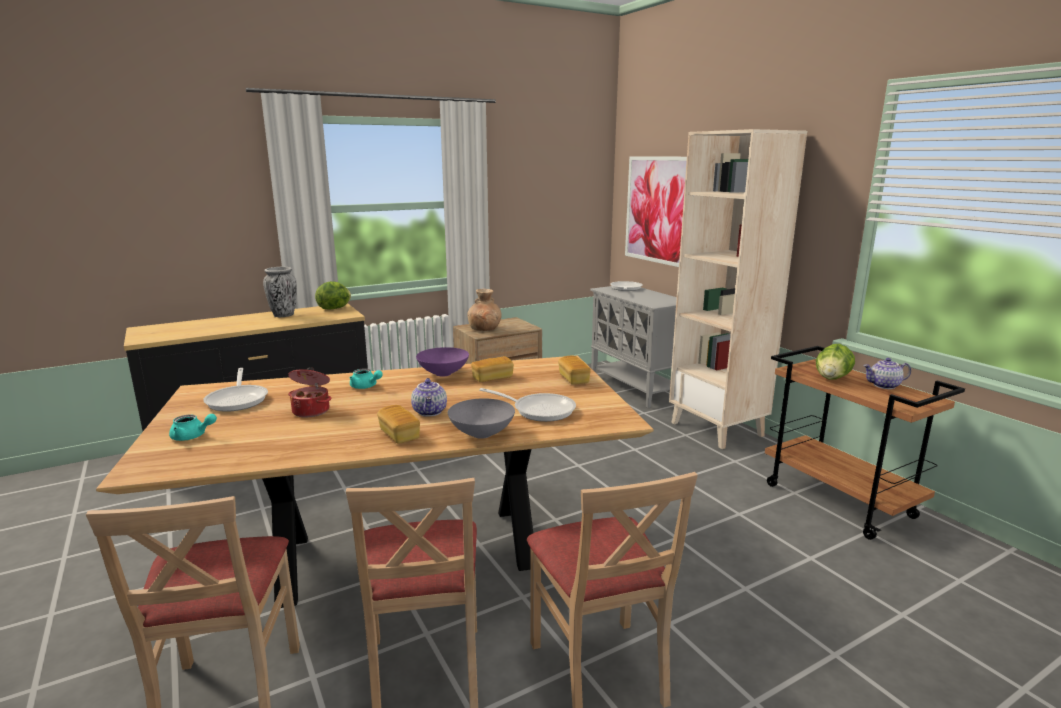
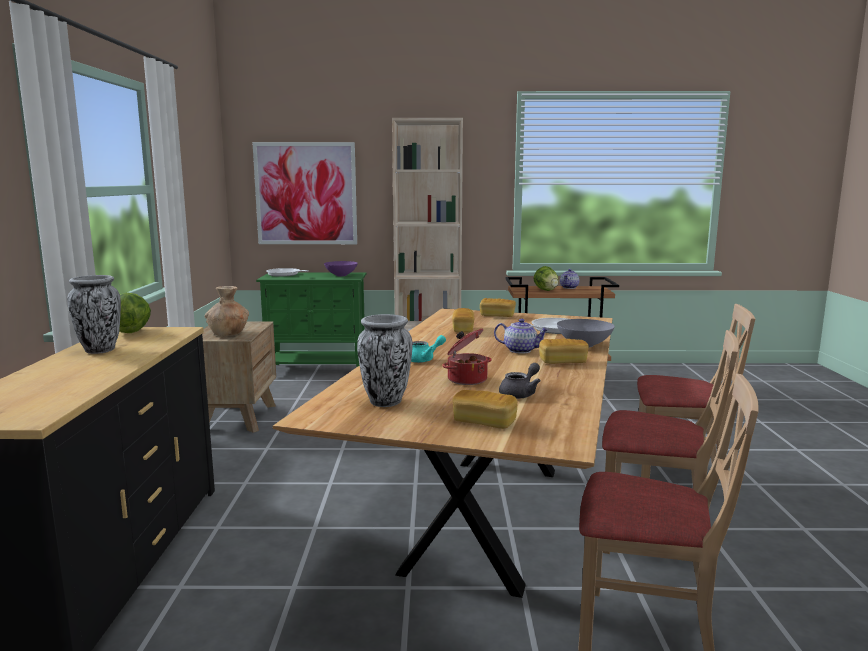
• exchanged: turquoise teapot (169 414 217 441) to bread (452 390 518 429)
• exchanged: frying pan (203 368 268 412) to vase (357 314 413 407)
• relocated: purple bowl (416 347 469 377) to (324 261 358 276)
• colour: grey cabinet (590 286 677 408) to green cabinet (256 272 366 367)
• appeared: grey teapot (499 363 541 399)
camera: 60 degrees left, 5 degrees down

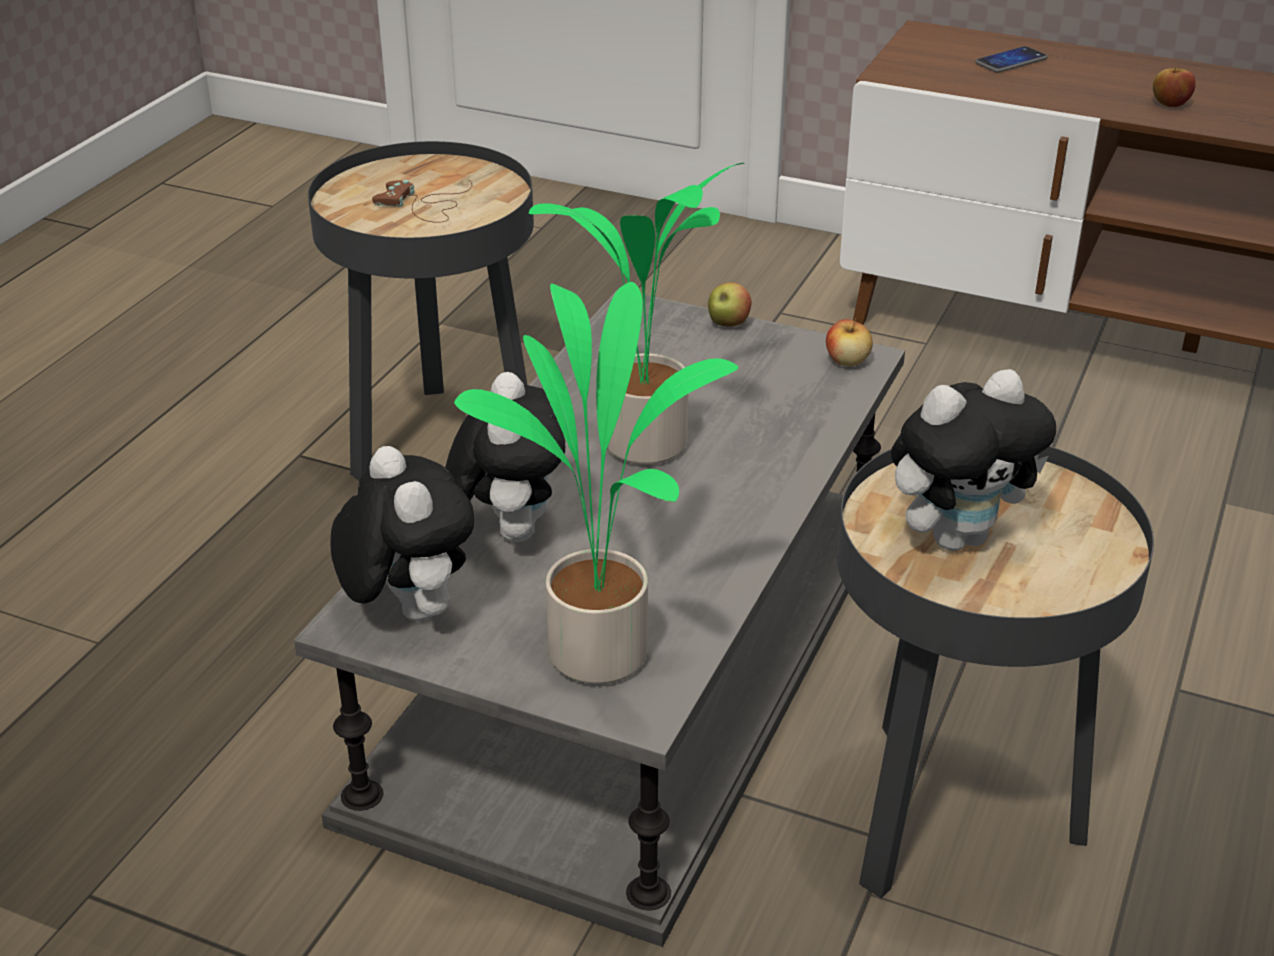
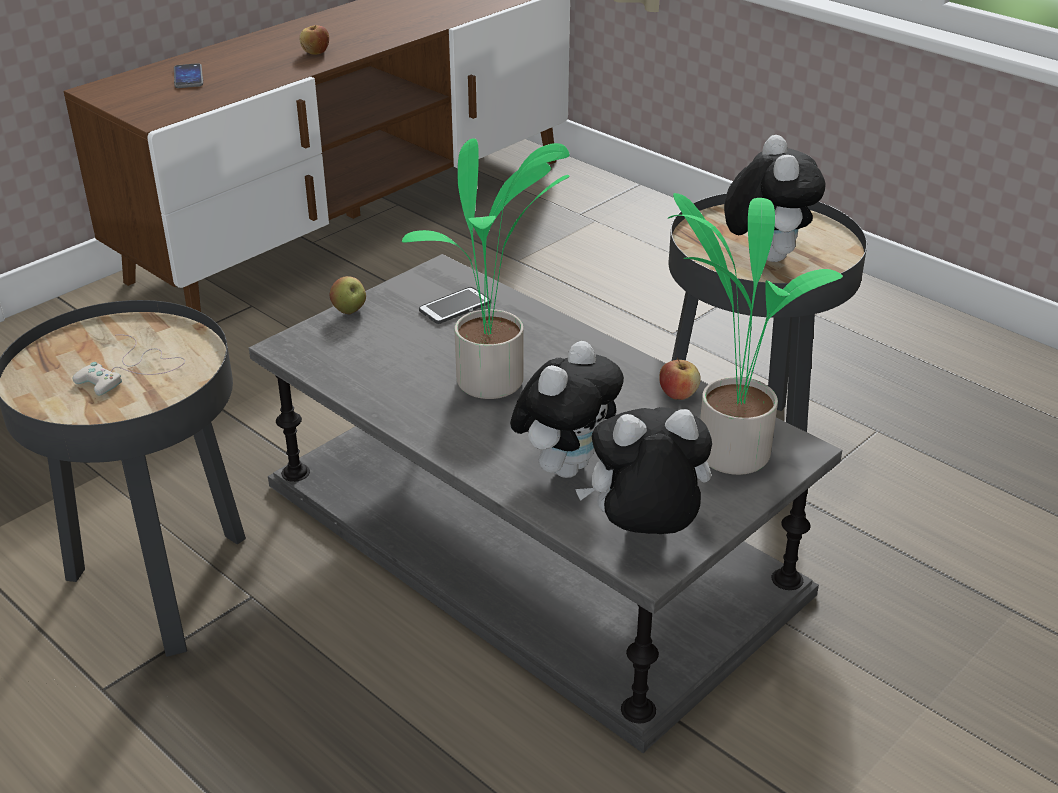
• colour: brown game controller (372 180 472 223) to white game controller (73 335 185 396)
• spun: plush toy (445 372 565 542) = (510 341 624 478) 105 degrees clockwise
• relocated: apple (826 318 873 366) to (659 357 701 400)
• appeared: phone (419 287 491 324)
camera: 70 degrees left, 0 degrees up

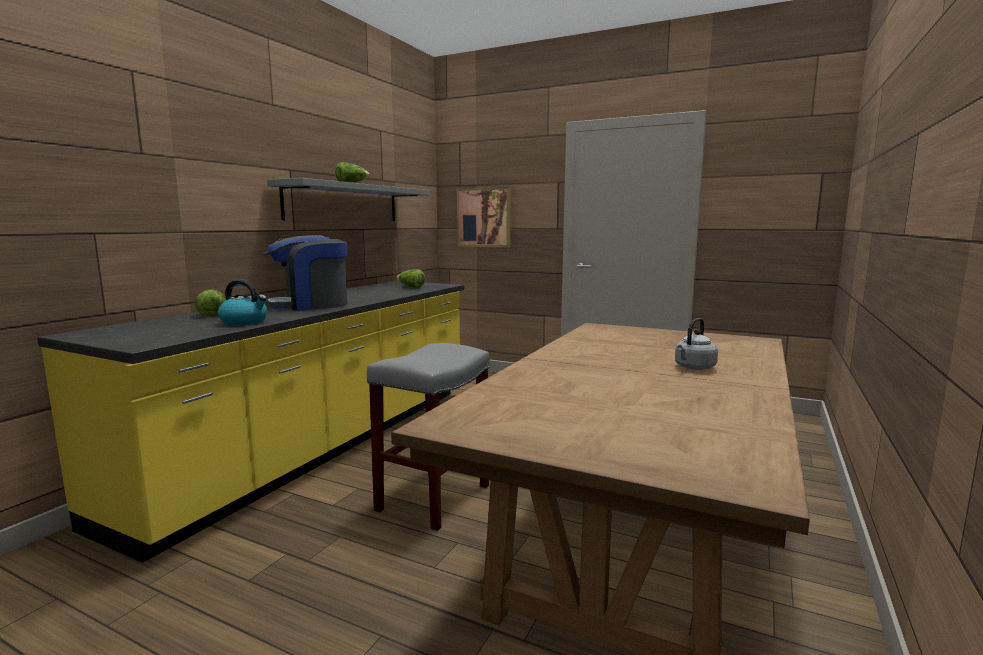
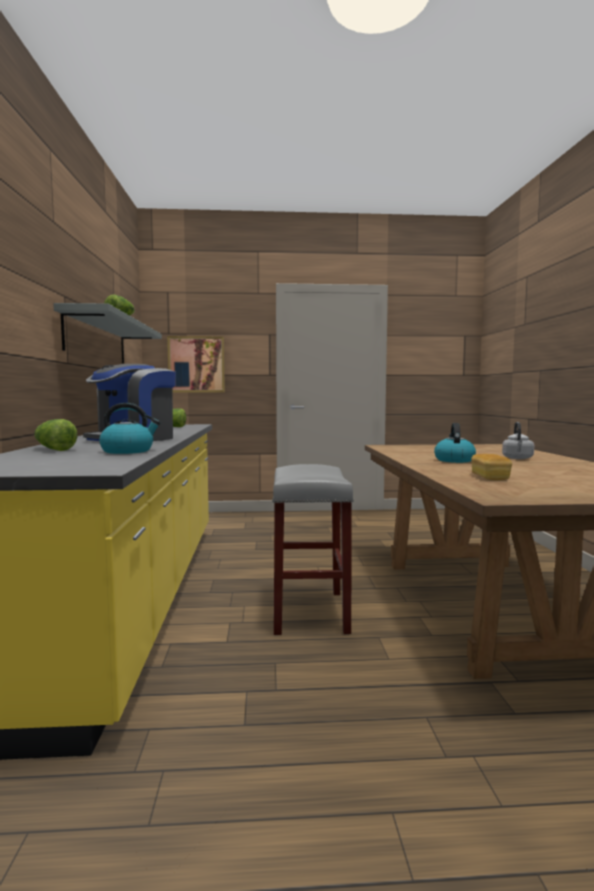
• appeared: kettle (434 423 476 463)
• appeared: bread (471 454 512 480)
camera: 30 degrees left, 5 degrees down

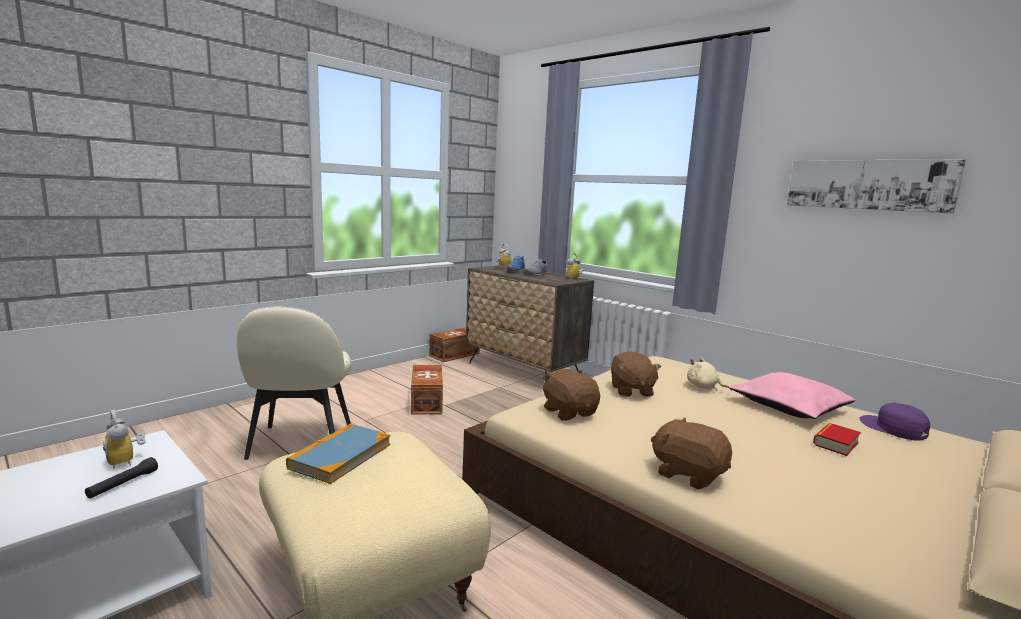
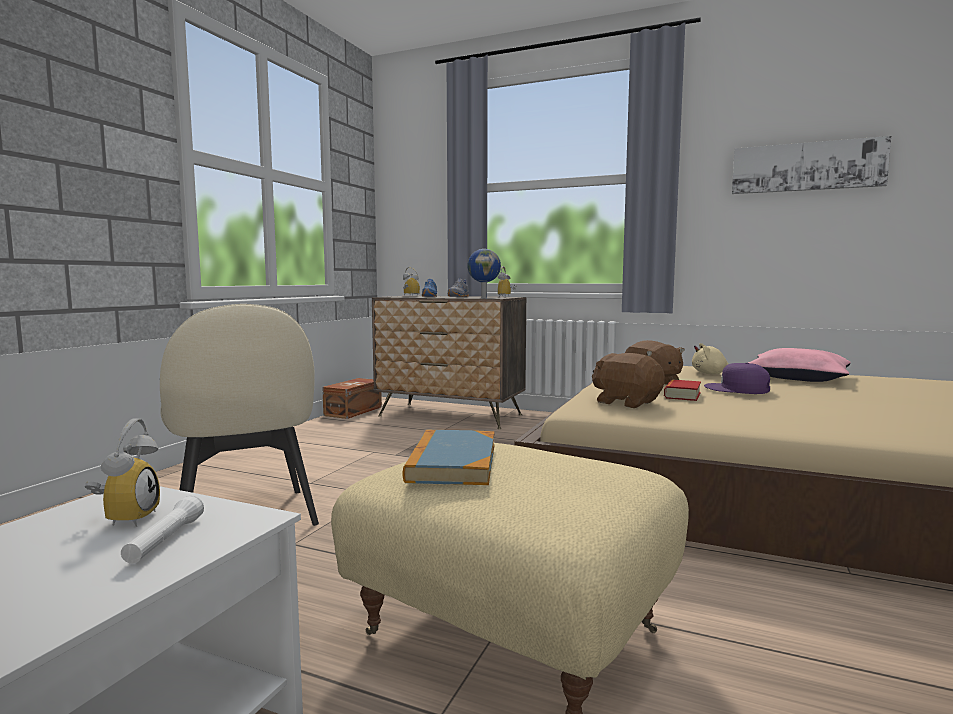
• colour: black flashlight (85 457 158 499) to white flashlight (121 495 204 564)
• spun: alarm clock (103 410 146 469) = (85 418 160 527) 120 degrees counterclockwise
• missing: brown storage box (411 365 443 415)
• missing: brown plush toy (651 417 732 490)
• relocated: book (813 423 861 456) to (664 380 701 401)
• relocated: purple cap (859 403 930 441) to (704 363 770 394)
• appeared: globe (467 249 501 298)
camera: 20 degrees left, 5 degrees down

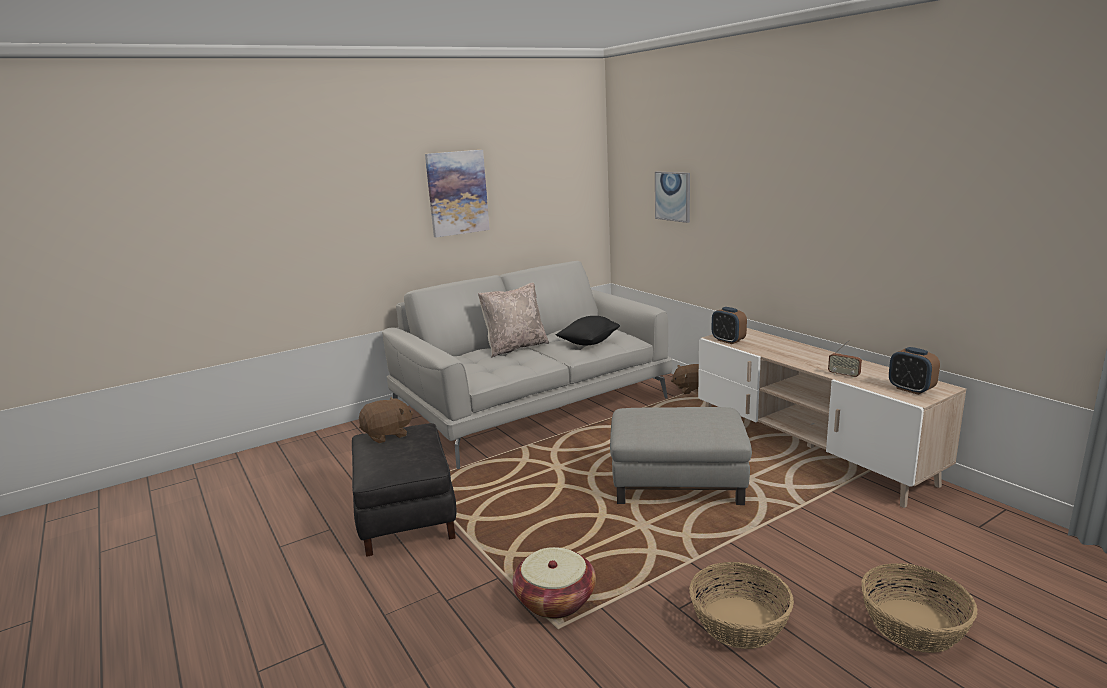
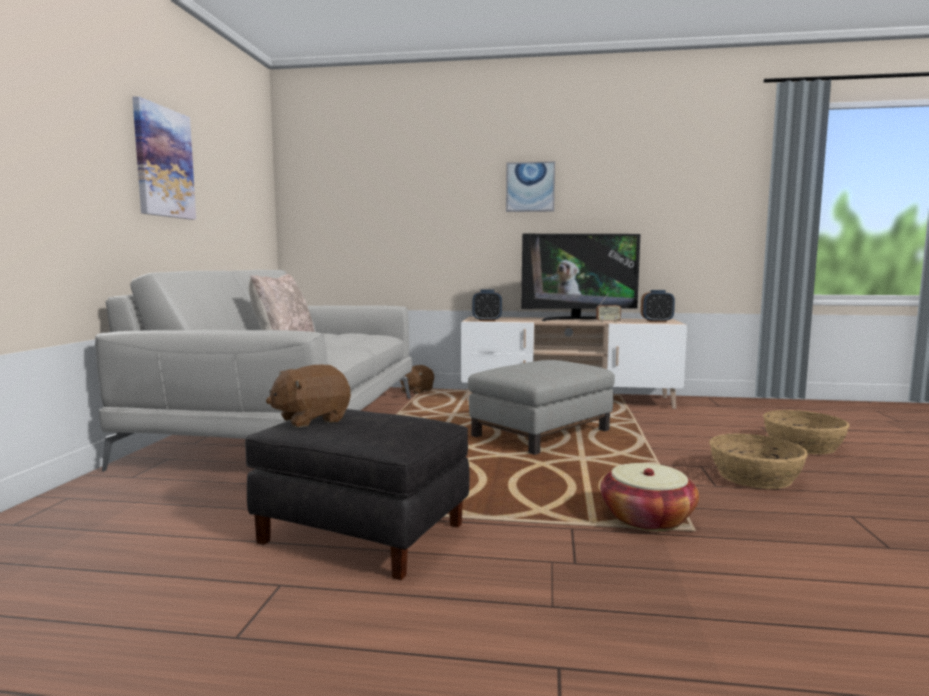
• spun: brown plush toy (359 397 413 443) = (266 365 351 428) 135 degrees counterclockwise
• missing: black pillow (556 316 620 345)
• relocated: picture (655 171 690 223) to (506 161 555 212)
• appeared: television (521 234 640 321)
camera: 50 degrees left, 10 degrees down

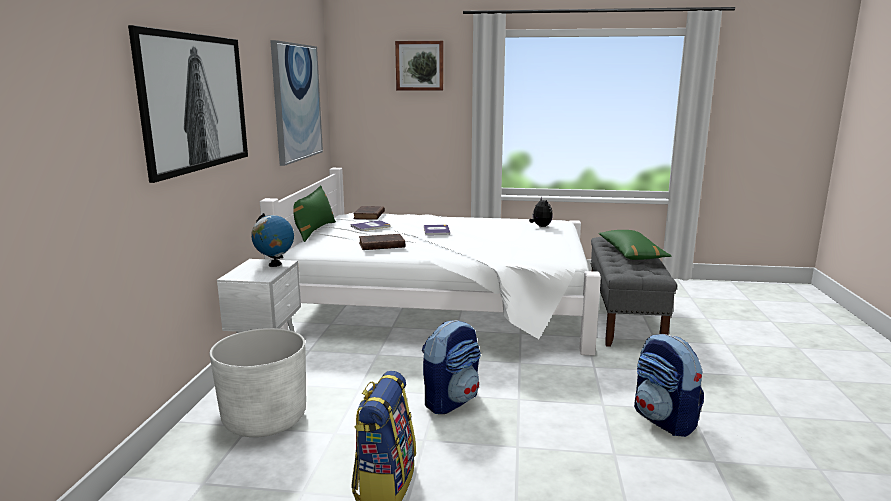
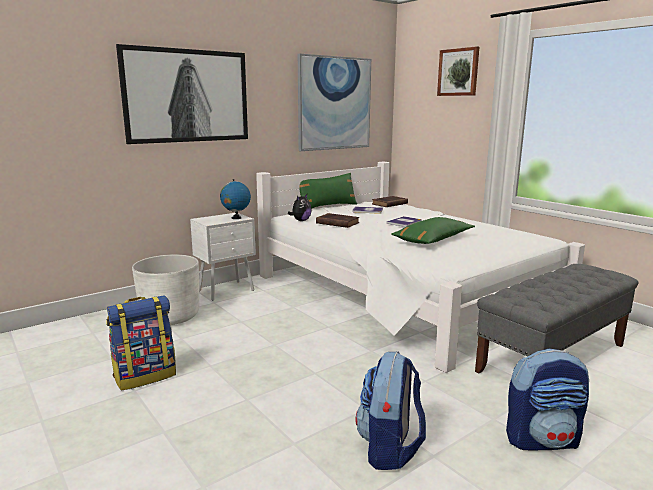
• relocated: backpack (422 320 481 414) to (506 348 589 450)
• relocated: plush toy (529 197 553 227) to (288 194 312 221)
• relocated: green pillow (599 230 672 260) to (391 217 475 244)
camera: 45 degrees right, 0 degrees up

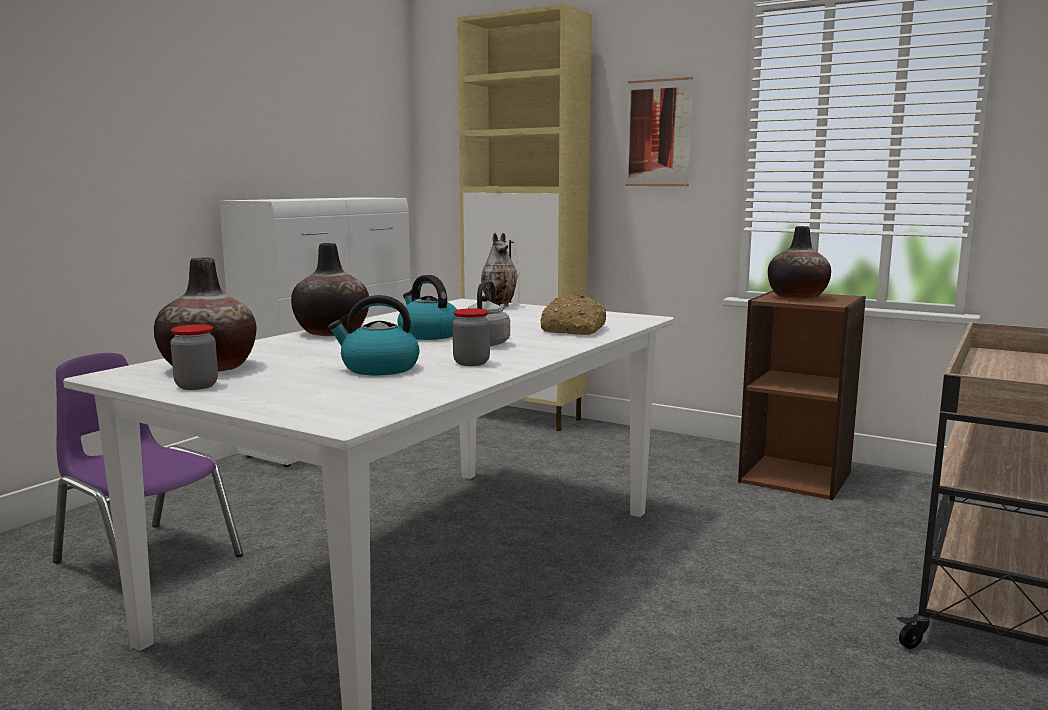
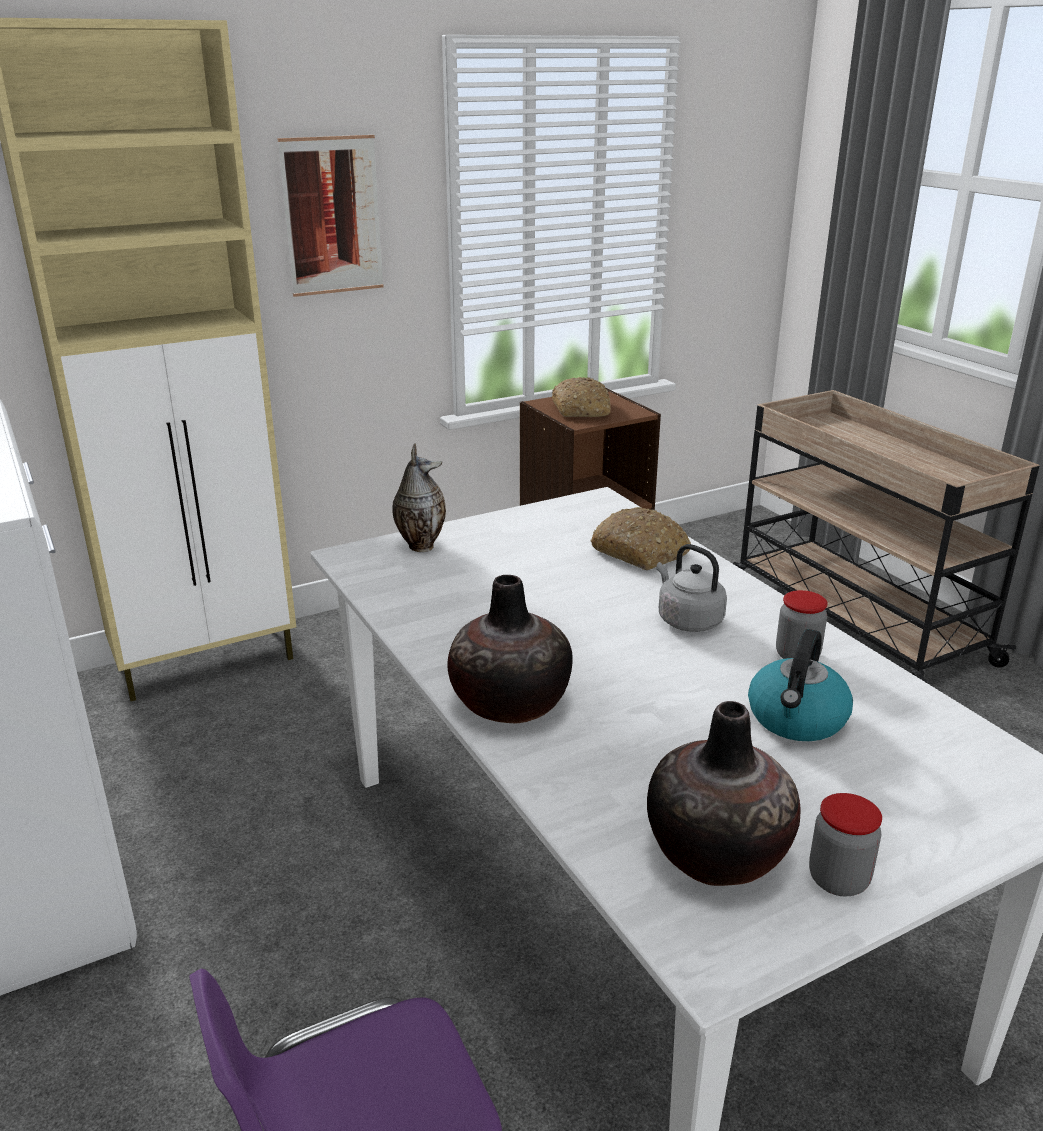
• missing: kettle (397 275 457 340)
• exchanged: vase (768 226 831 299) to bread (552 377 611 417)
camera: 60 degrees left, 15 degrees up

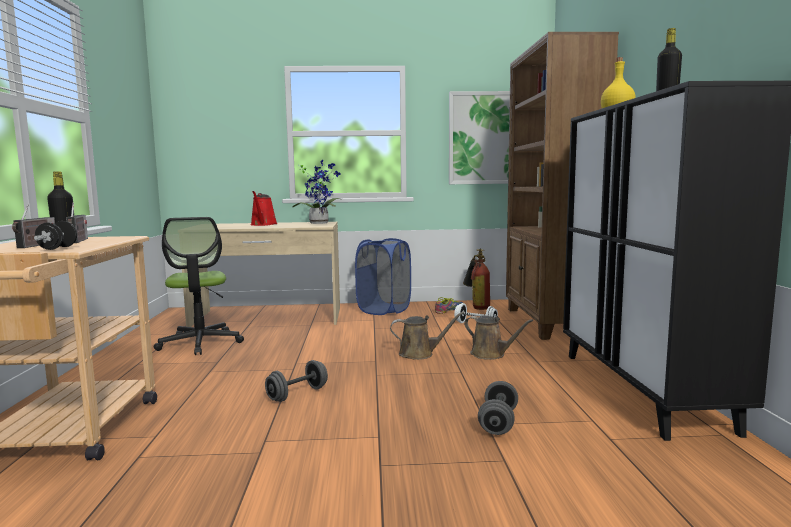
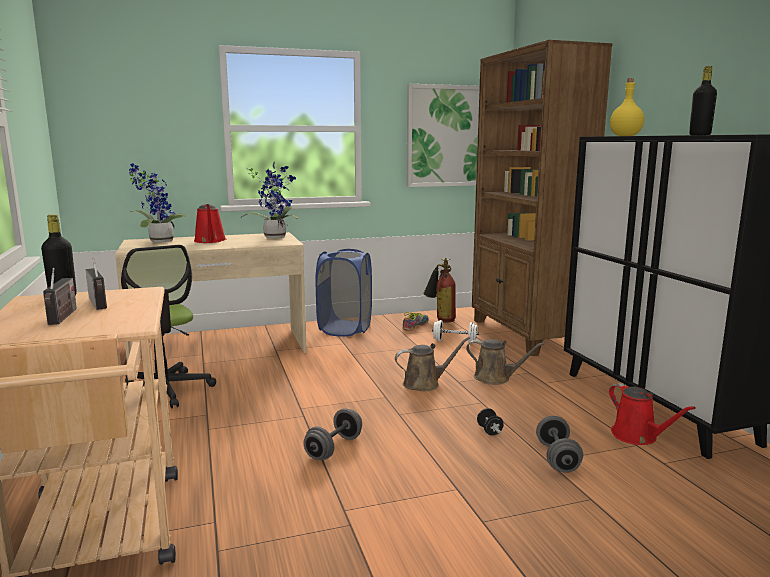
• relocated: black dumbbell (34 221 77 250) to (477 408 504 435)
• appeared: potted plant (129 163 186 242)
• appeared: red watering can (609 383 696 445)
camera: 15 degrees left, 5 degrees up

